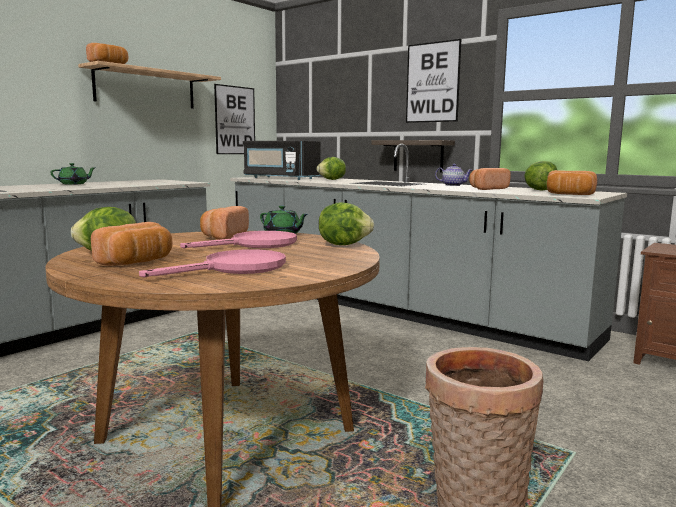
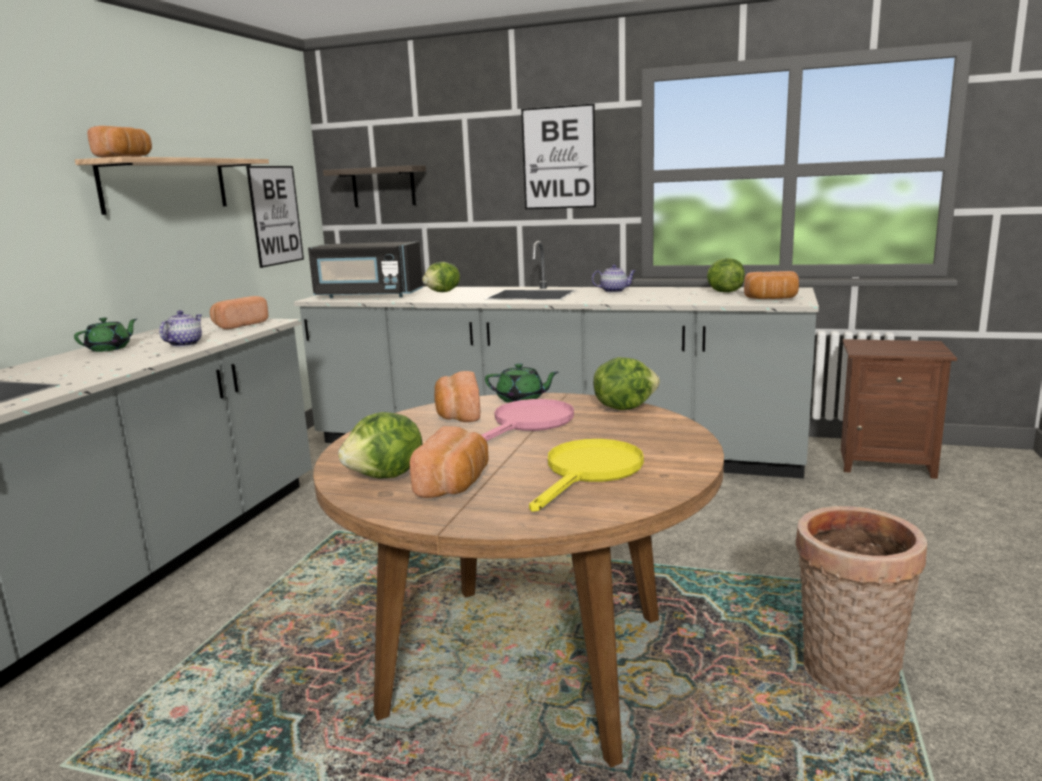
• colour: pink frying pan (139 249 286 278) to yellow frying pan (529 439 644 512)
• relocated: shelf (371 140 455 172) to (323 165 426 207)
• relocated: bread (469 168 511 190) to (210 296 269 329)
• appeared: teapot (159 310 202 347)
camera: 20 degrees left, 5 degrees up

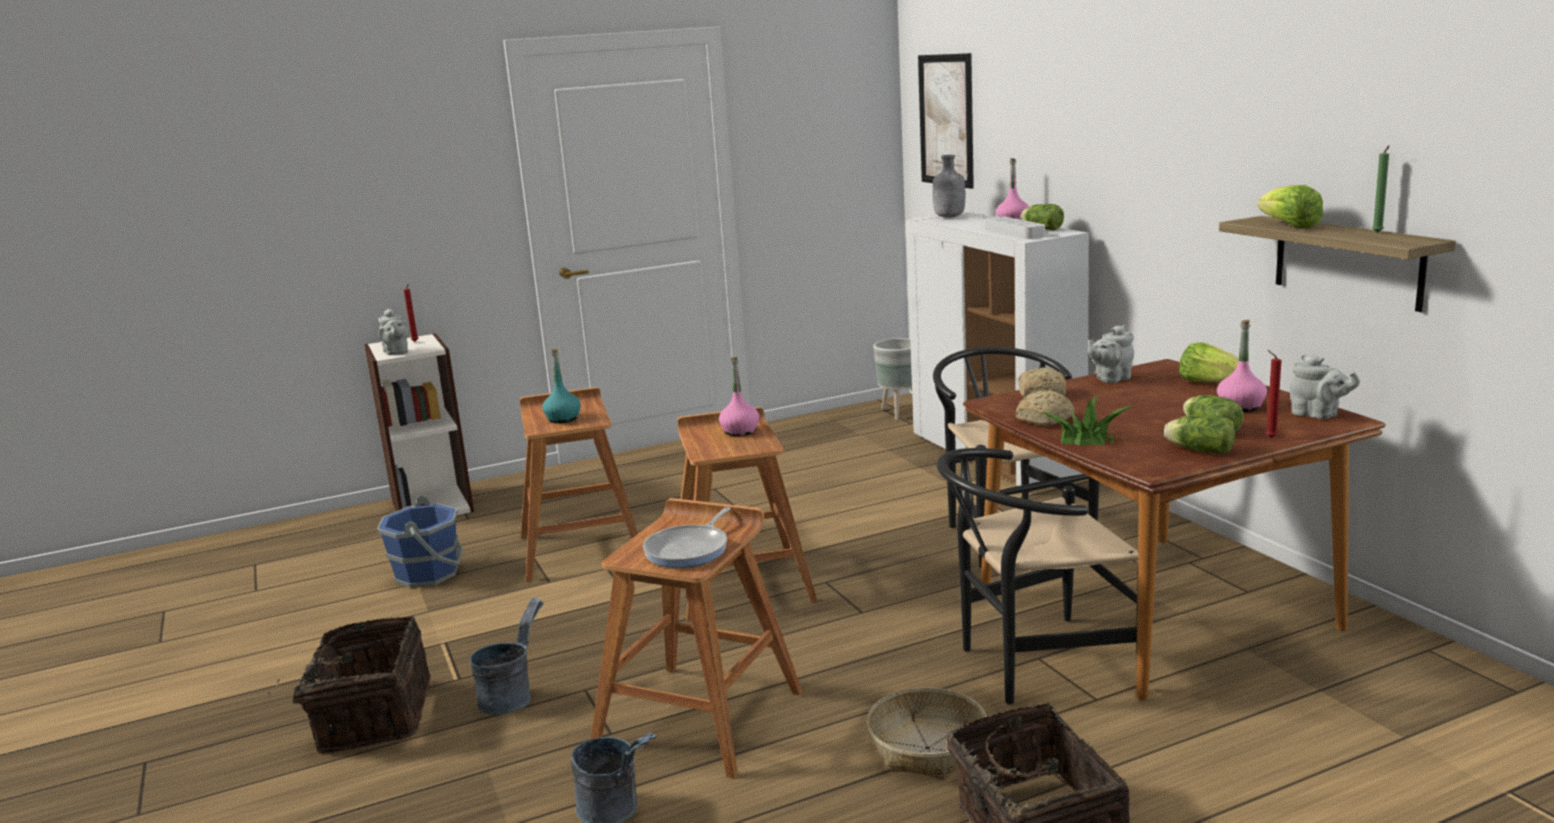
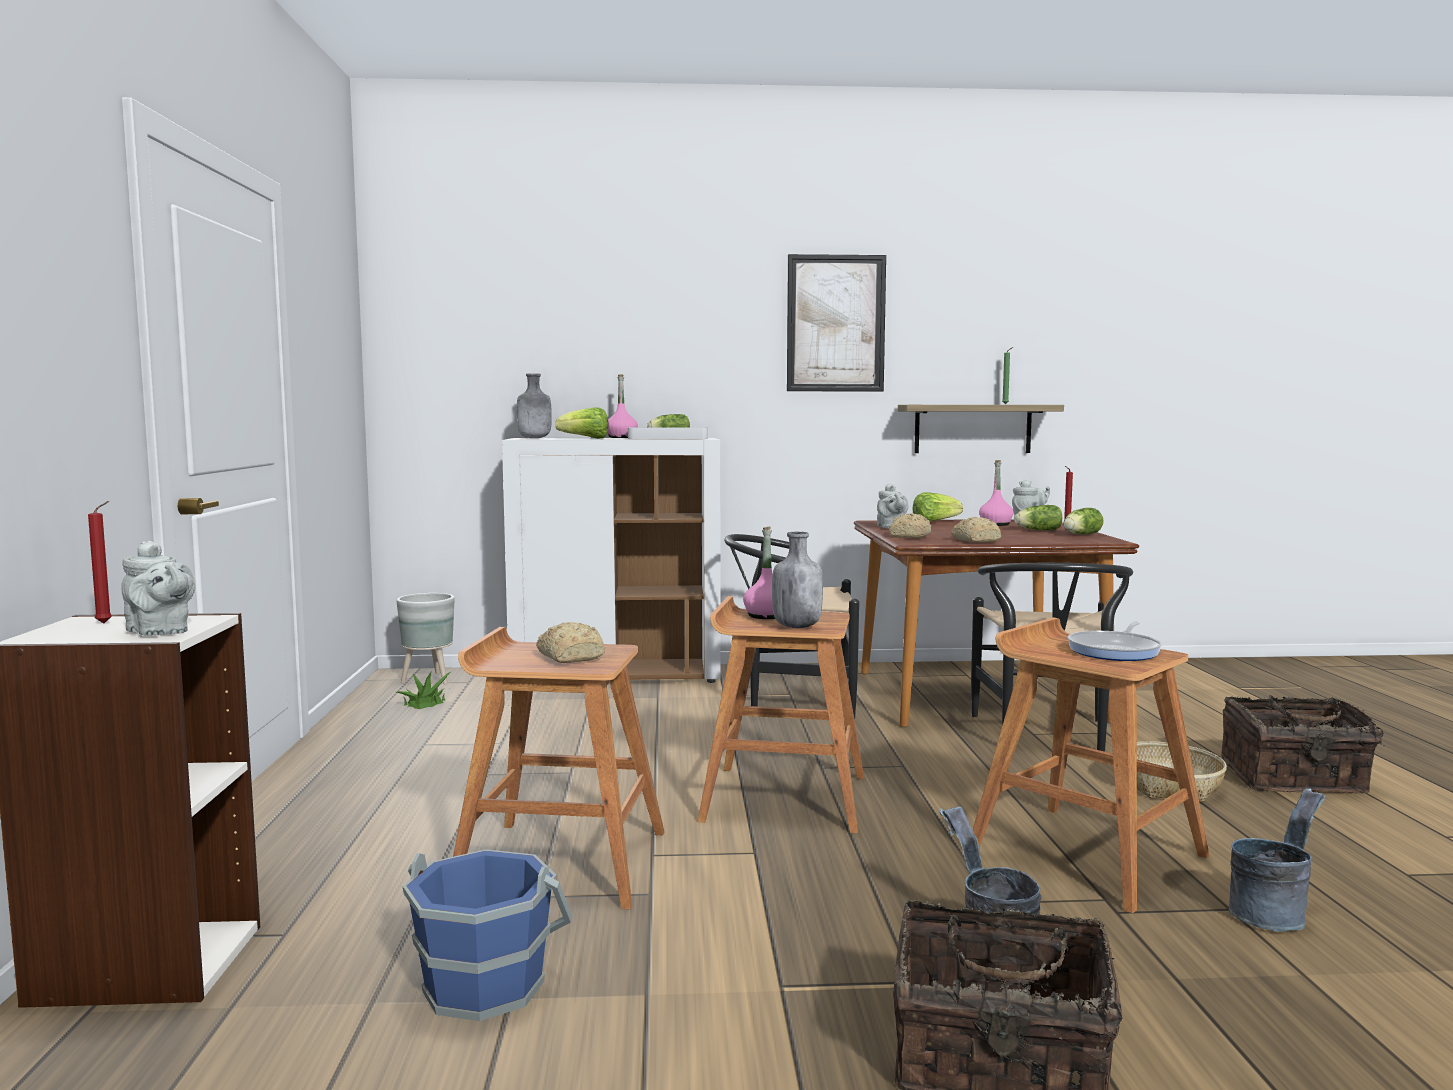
• spun: grey teapot (378 309 410 355) = (121 541 195 636) 45 degrees clockwise
• exchanged: turquoise bottle (542 349 581 423) to bread (536 622 605 663)
• spun: frying pan (643 507 731 568) = (1068 621 1162 661) 75 degrees clockwise
• relocated: picture (918 53 974 189) to (787 254 886 391)
• relocated: potted plant (1041 395 1132 446) to (397 671 450 709)
• relocated: lettuce (1258 185 1323 228) to (555 407 609 439)
• appeared: grey bottle (772 532 823 628)
camera: 70 degrees left, 10 degrees down

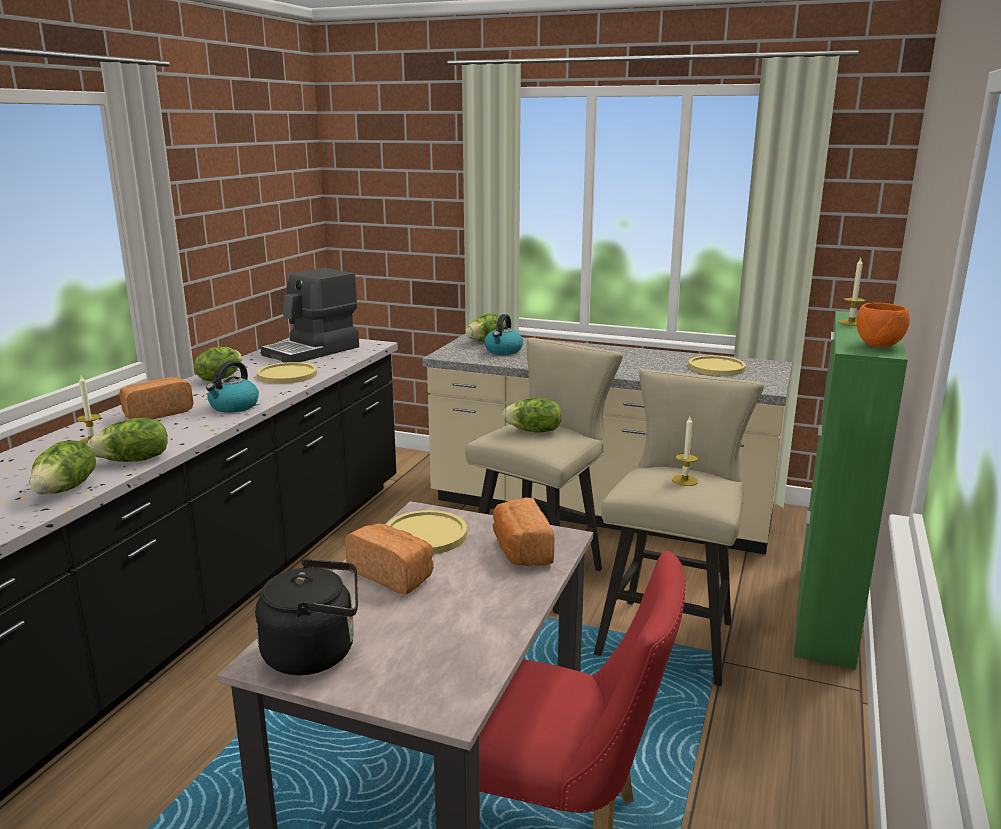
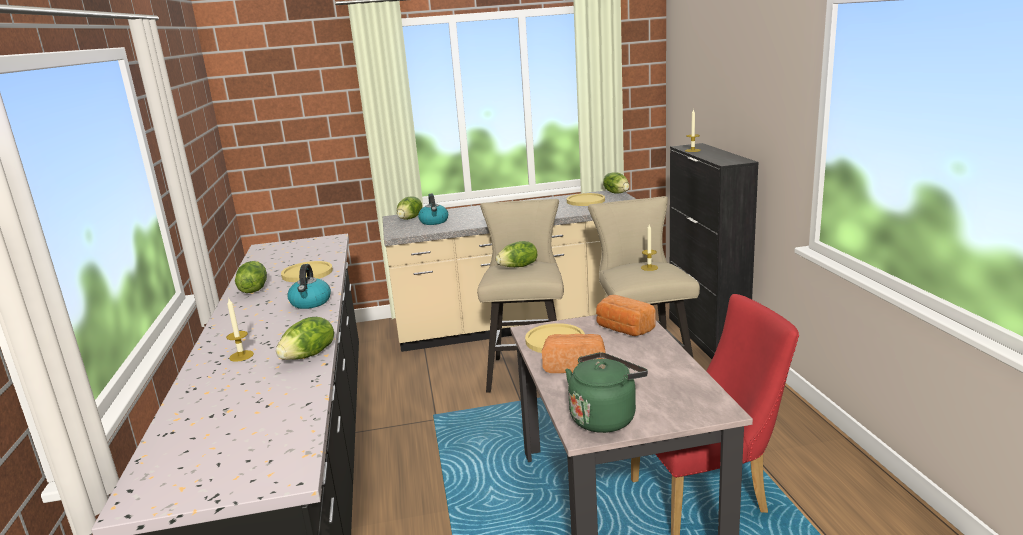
• relocated: lettuce (29 440 96 494) to (603 172 629 194)
• missing: bread (119 377 193 419)
• colour: black kettle (255 559 358 675) to green kettle (565 352 648 433)
• missing: coffee machine (261 268 359 363)
• colour: green cabinet (794 311 908 669) to black cabinet (669 143 759 359)
• missing: orange bowl (856 303 910 347)
camera: 30 degrees left, 0 degrees up

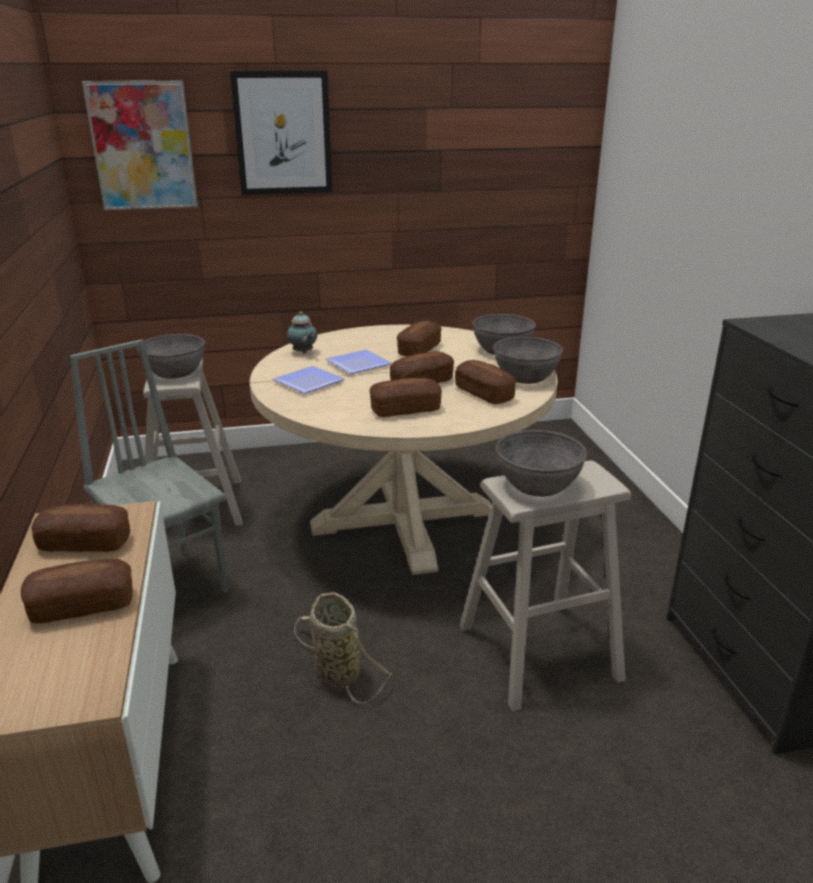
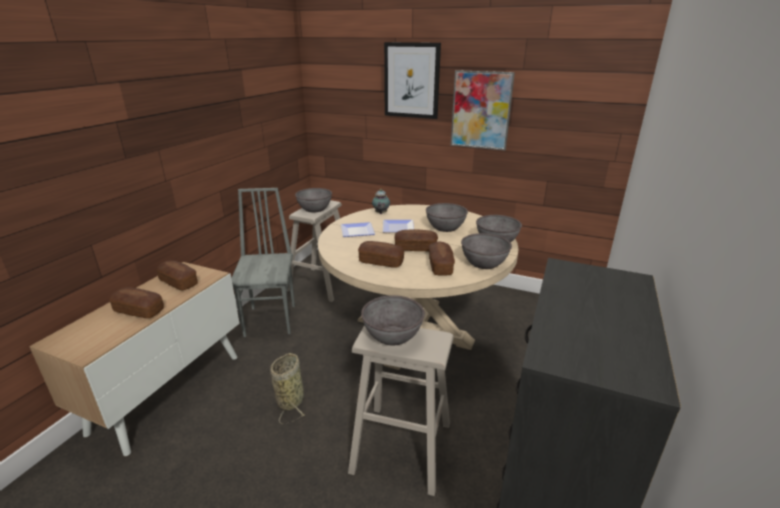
• relocated: picture (82 81 198 210) to (451 70 515 150)
• exchanged: bread (397 321 442 357) to grey bowl (426 203 468 232)
camera: 35 degrees right, 0 degrees up

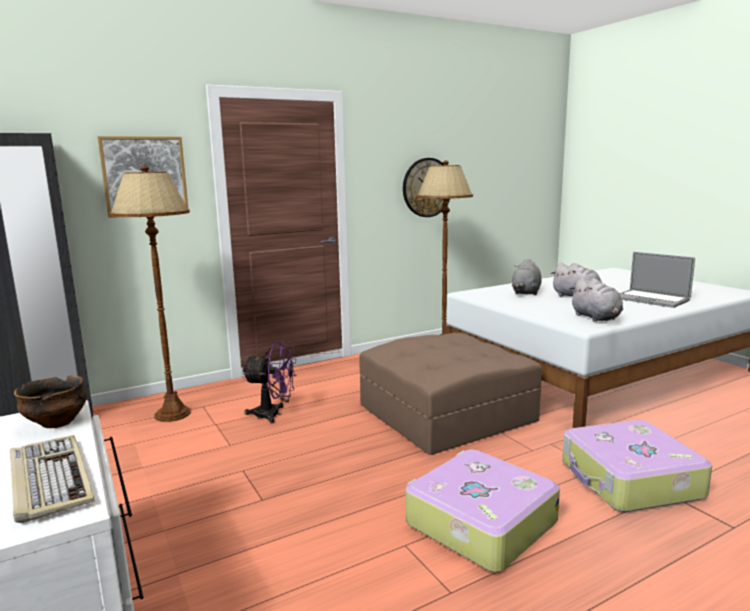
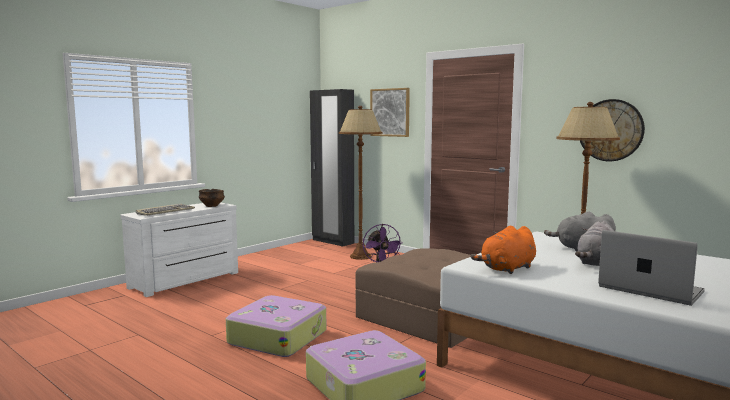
• colour: grey plush toy (570 277 623 322) to orange plush toy (470 226 536 274)
• spun: laptop (619 252 695 308) = (598 230 705 306) 105 degrees clockwise
camera: 70 degrees right, 5 degrees down

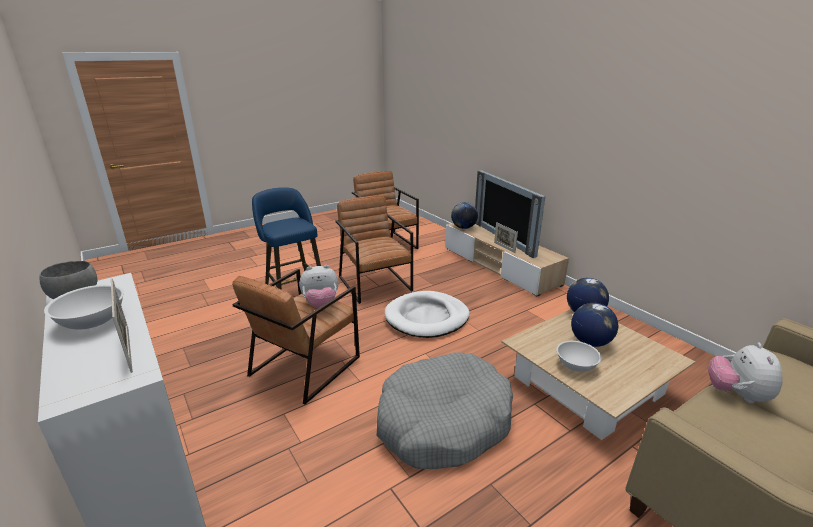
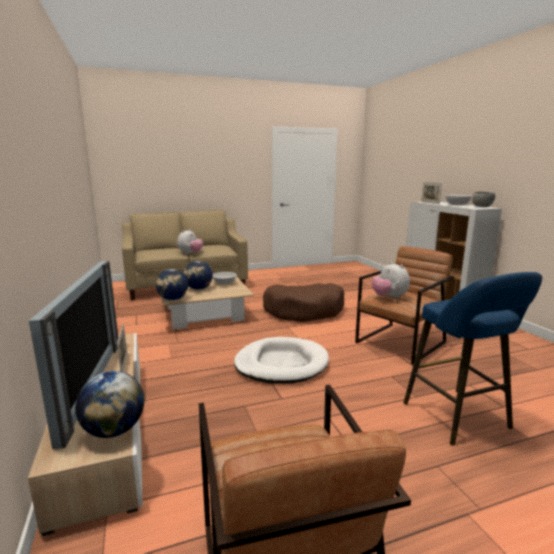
• spun: plush toy (299 265 338 308) = (371 262 410 299) 120 degrees counterclockwise
• missing: brown armchair (335 196 413 304)
• colour: grey dog bed (377 352 513 469) to brown dog bed (263 283 344 322)
camera: 165 degrees left, 10 degrees down

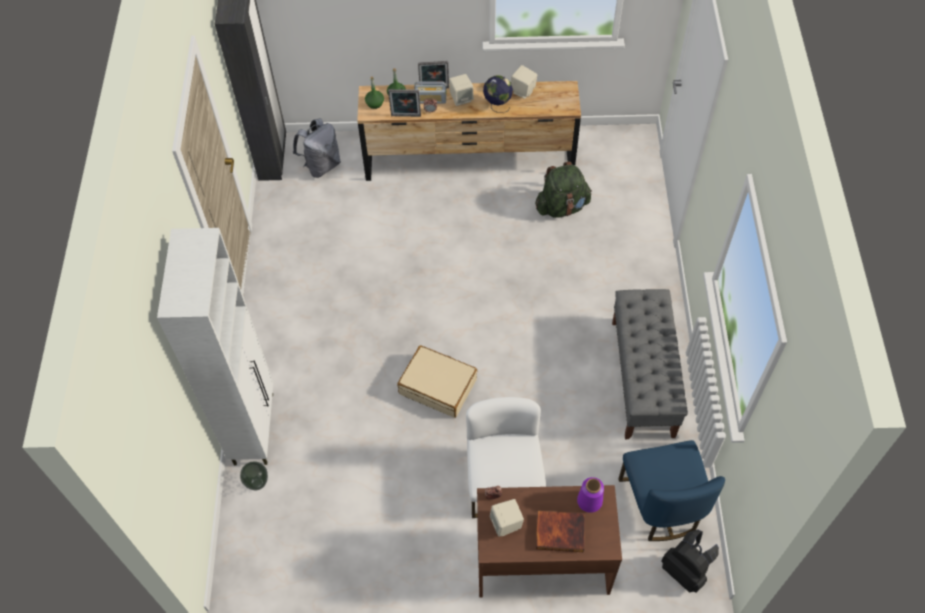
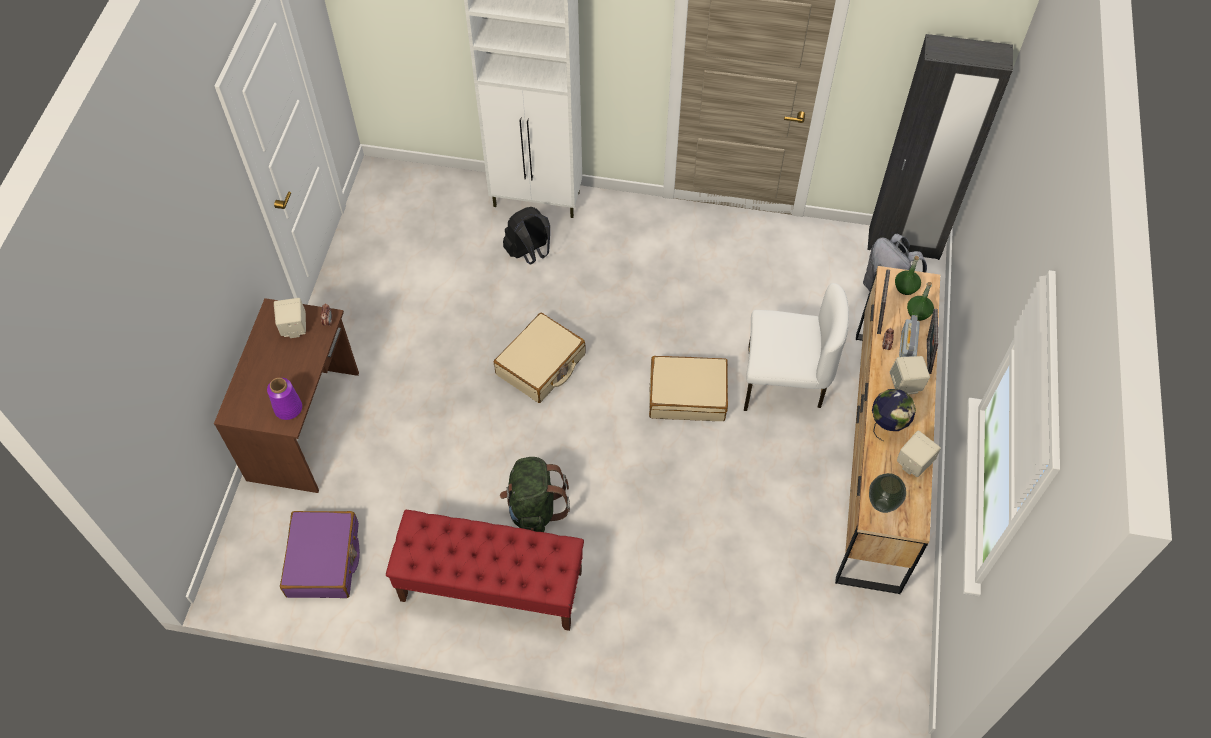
• relocated: vase (240 461 268 490) to (869 473 906 513)
• relocated: white chair (466 397 546 518) to (744 283 849 411)
• relocated: green backpack (535 161 592 218) to (500 457 570 532)
• missing: book (536 511 584 552)
• colour: grey bench (612 289 688 439) to red bench (386 510 584 631)
• exchanged: blue chair (618 440 725 541) to purple suitcase (280 511 360 598)
• relocated: black backpack (661 529 719 593) to (503 207 550 264)
• appeared: beige suitcase (649 356 728 421)
camera: 100 degrees right, 0 degrees up

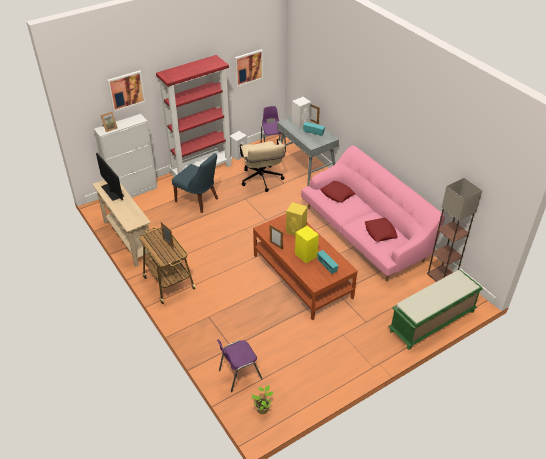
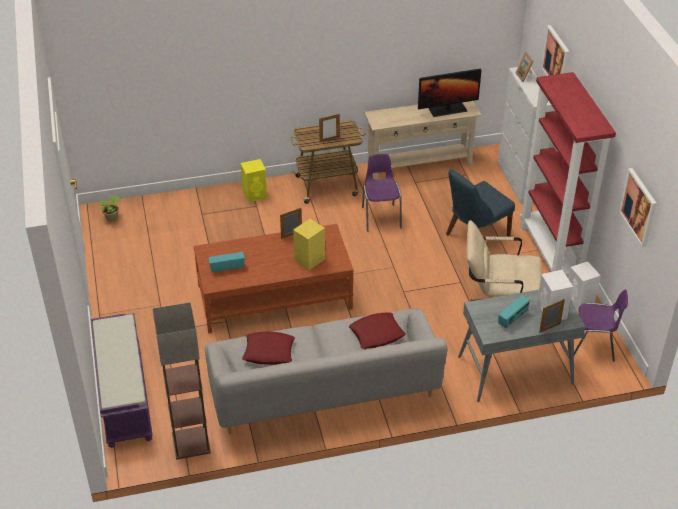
• relocated: purple chair (217 340 262 392) to (362 154 402 232)
• relocated: yellow speaker (295 226 319 263) to (241 159 267 202)
• colour: pink sofa (301 146 445 282) to grey sofa (205 308 448 435)
• colour: green bench (389 270 483 350) to purple bench (91 313 152 448)
camera: 110 degrees right, 0 degrees up

